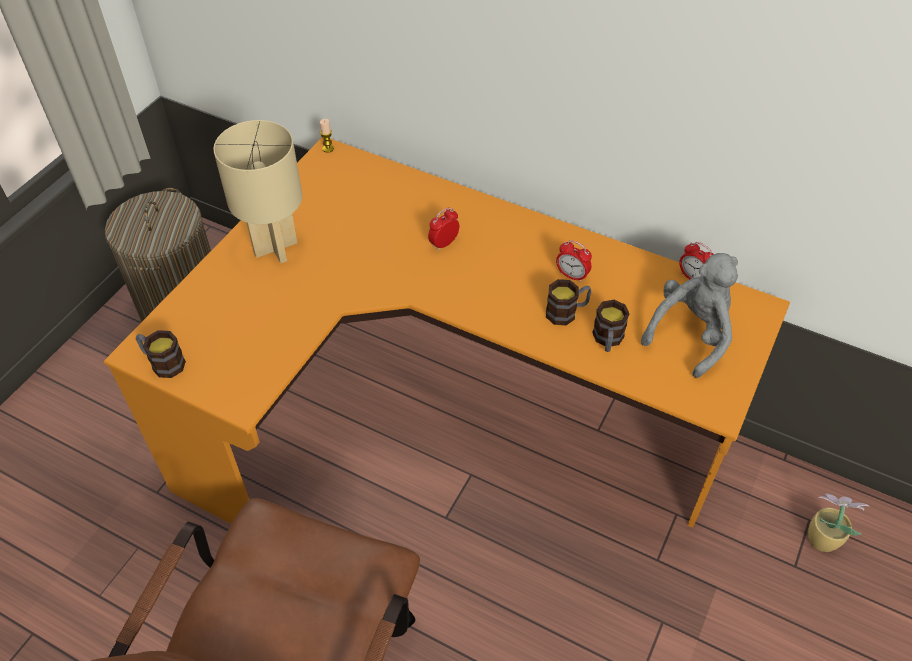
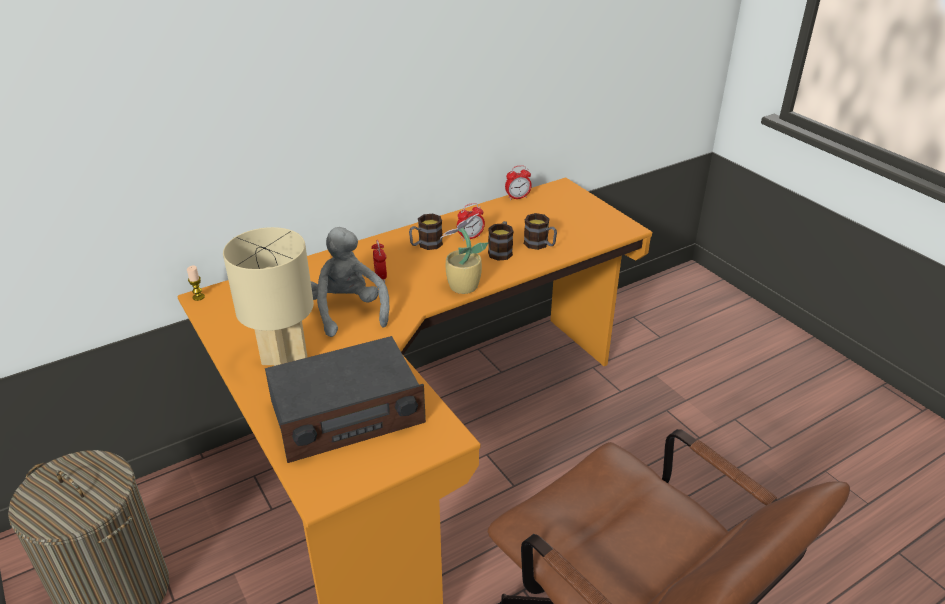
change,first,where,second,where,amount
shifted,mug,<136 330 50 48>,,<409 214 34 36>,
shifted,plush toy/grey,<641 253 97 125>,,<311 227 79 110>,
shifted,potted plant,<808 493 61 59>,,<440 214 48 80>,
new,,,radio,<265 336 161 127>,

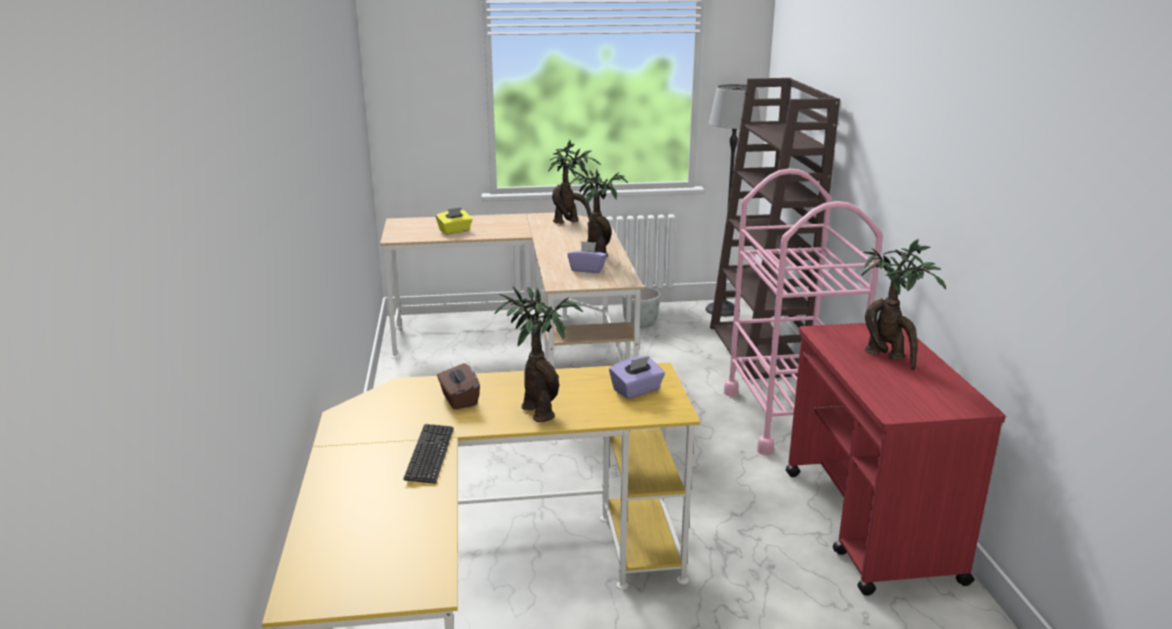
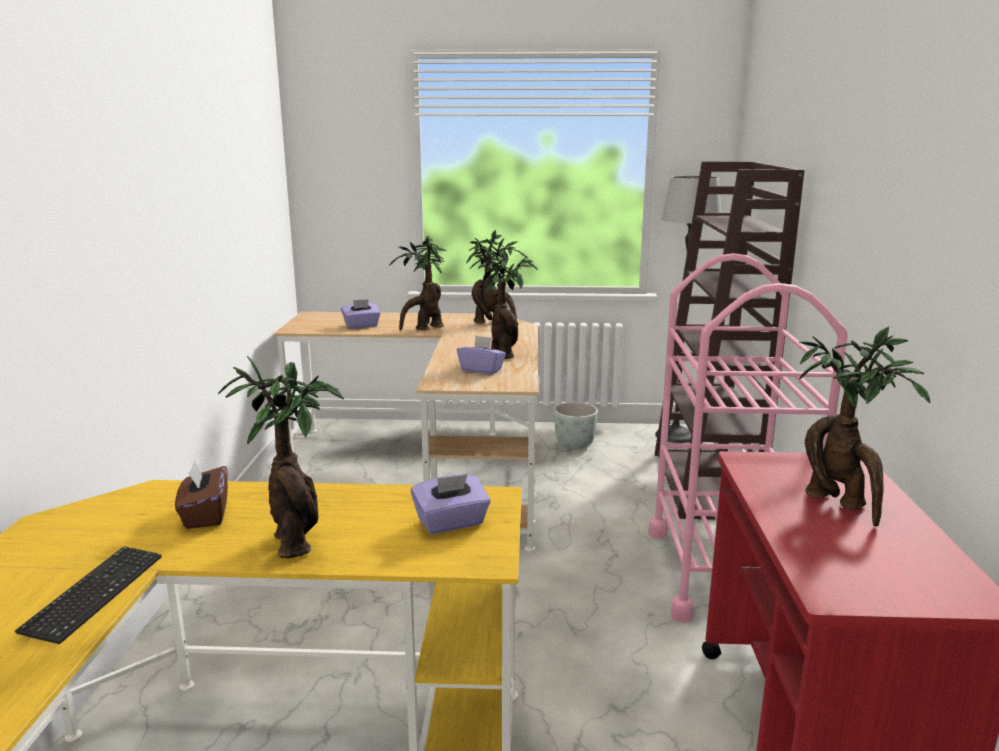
change,first,where,second,where,amount
repainted,tissue box/yellow,<436 207 36 28>,tissue box/purple,<341 299 40 29>,
new,,,potted plant,<389 236 57 95>,

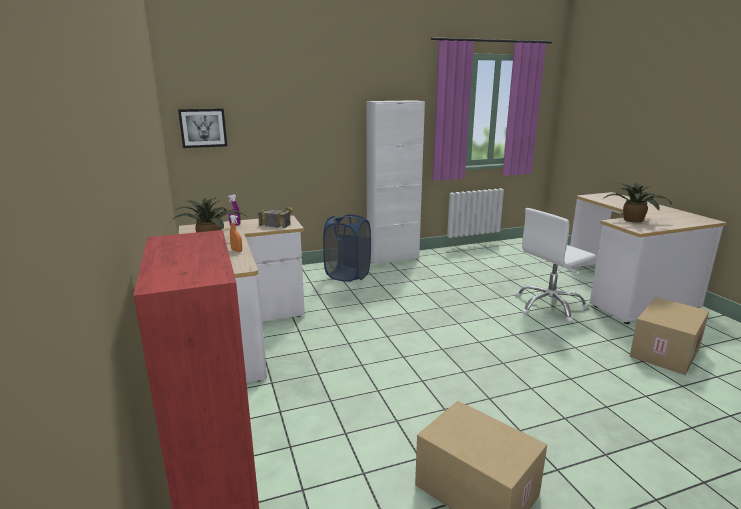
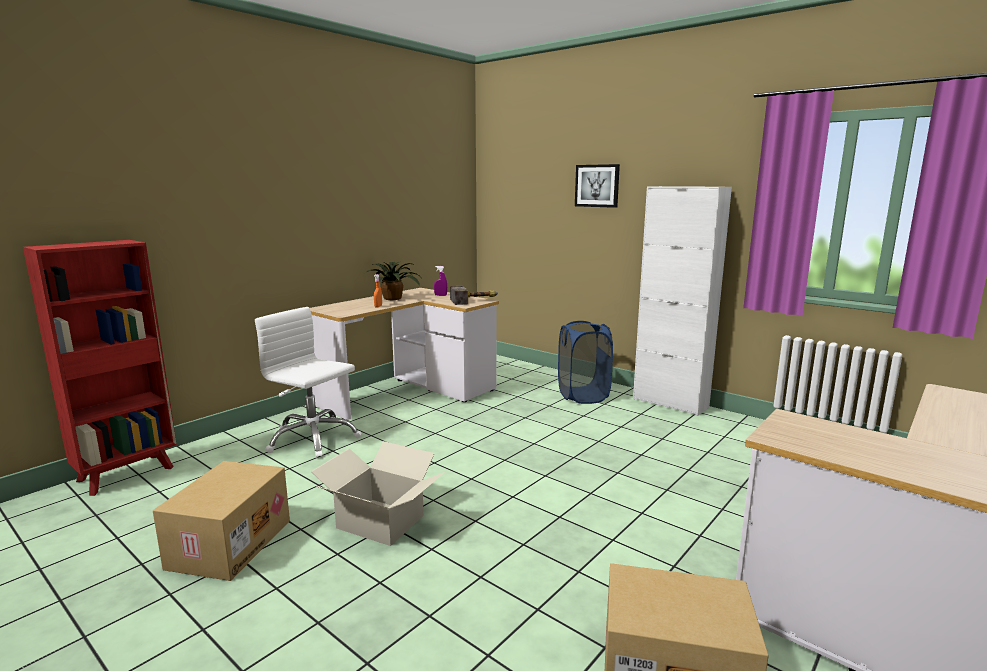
change,first,where,second,where,amount
shifted,picture,<178 109 49 39>,,<575 164 45 44>,
shifted,office chair/white,<515 208 81 115>,,<255 307 106 151>,
gone,potted plant,<602 182 70 41>,,,
new,,,cardboard box,<311 441 134 105>,

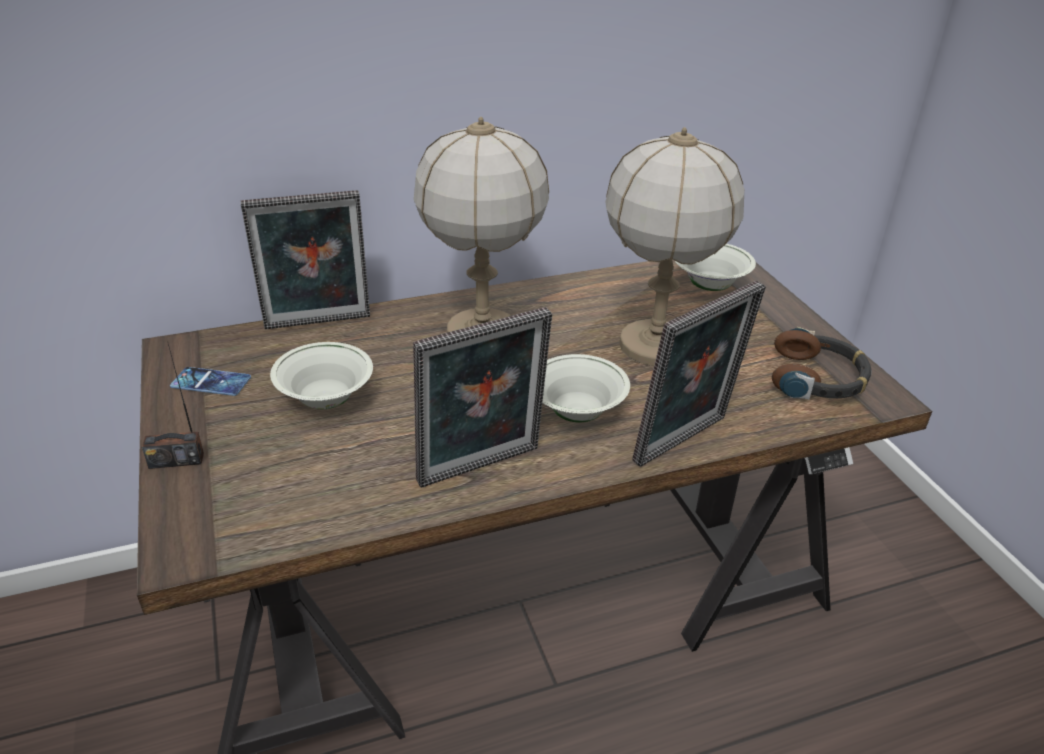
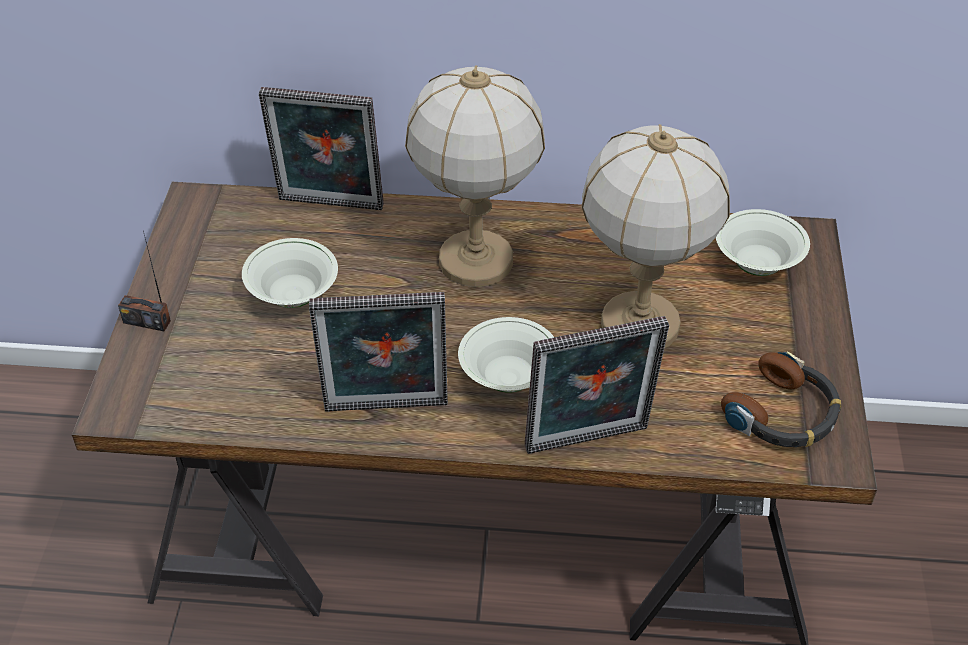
change,first,where,second,where,amount
gone,phone,<170 367 81 29>,,,

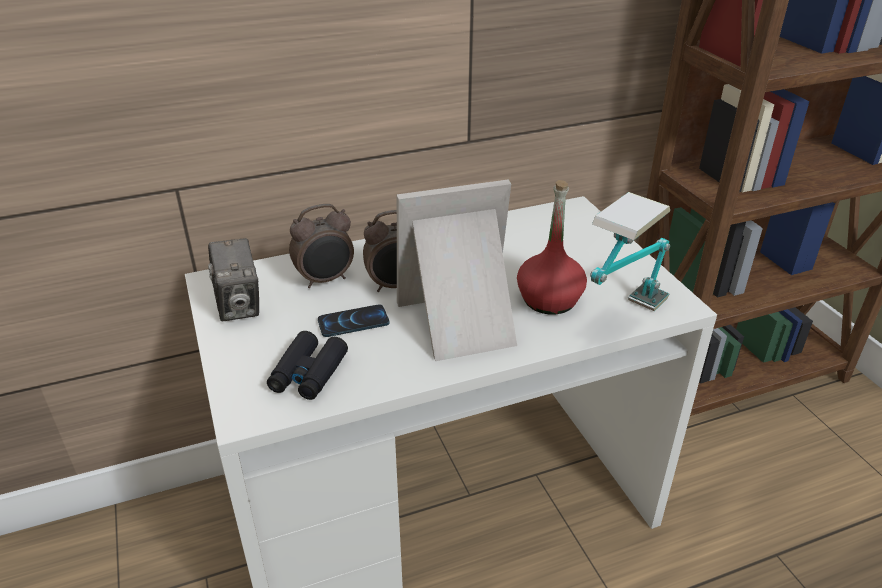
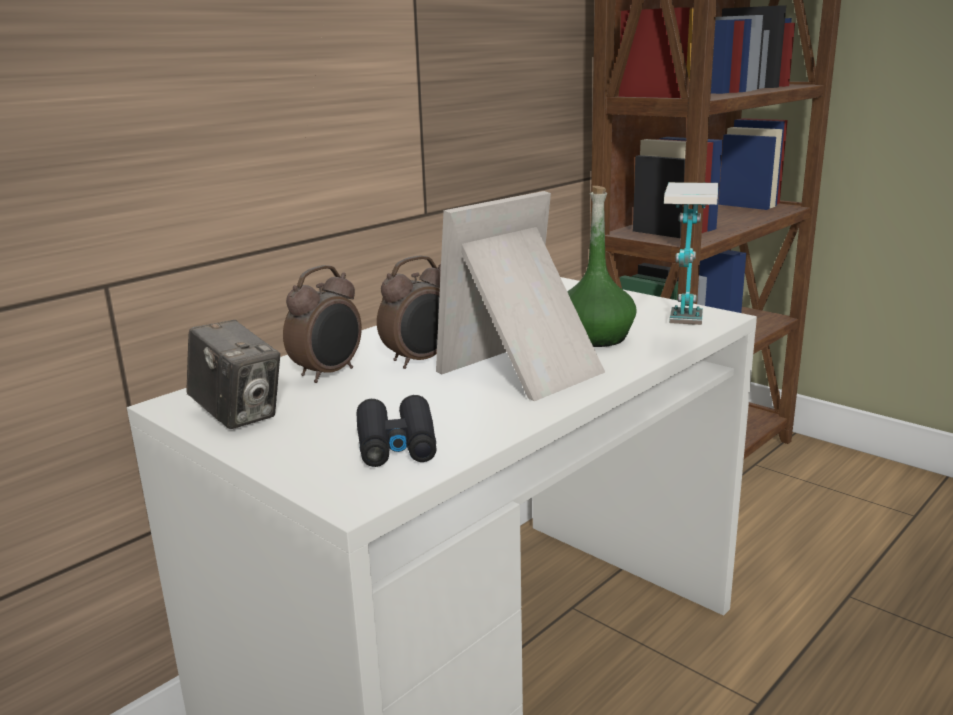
change,first,where,second,where,amount
gone,phone,<318 304 71 33>,,,
repainted,bottle/red,<517 180 70 135>,bottle/green,<567 186 70 161>,

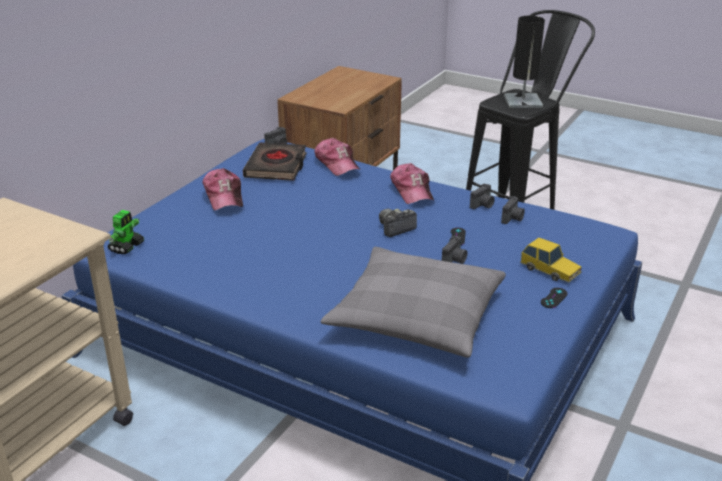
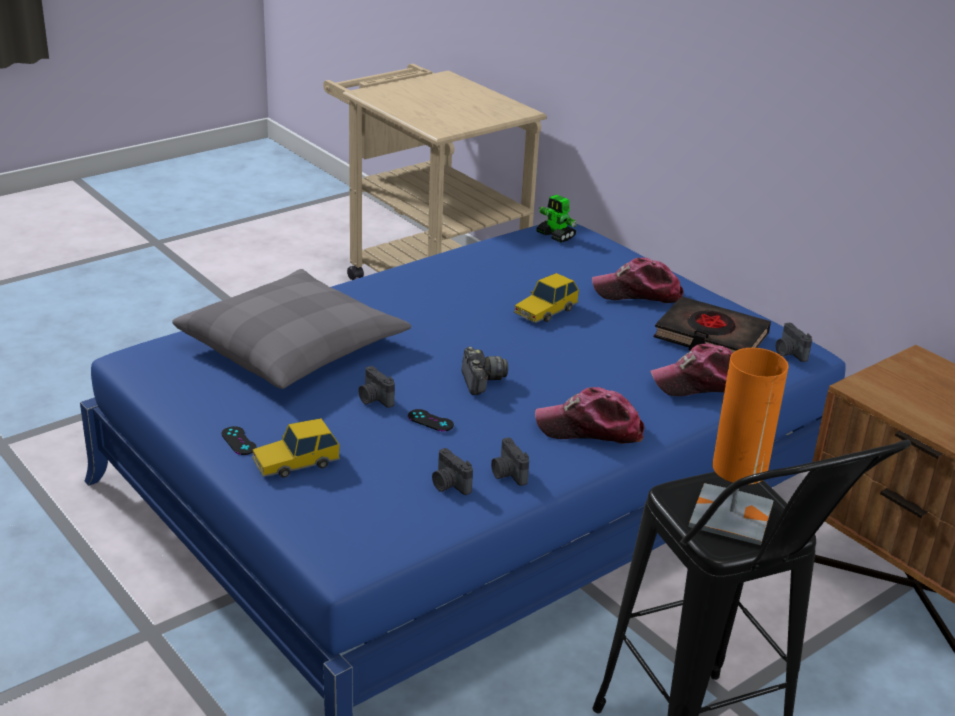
change,first,where,second,where,amount
repainted,table lamp/black,<504 16 41 92>,table lamp/orange,<689 348 100 197>,
new,,,toy car,<513 273 66 50>,

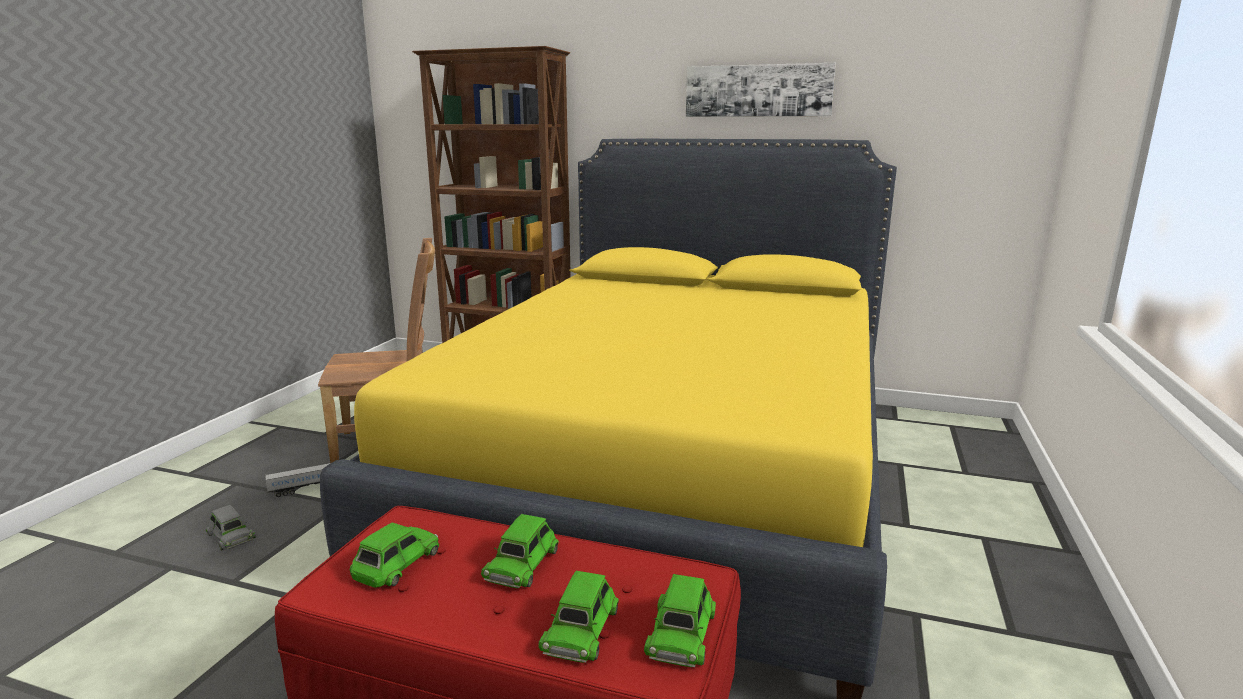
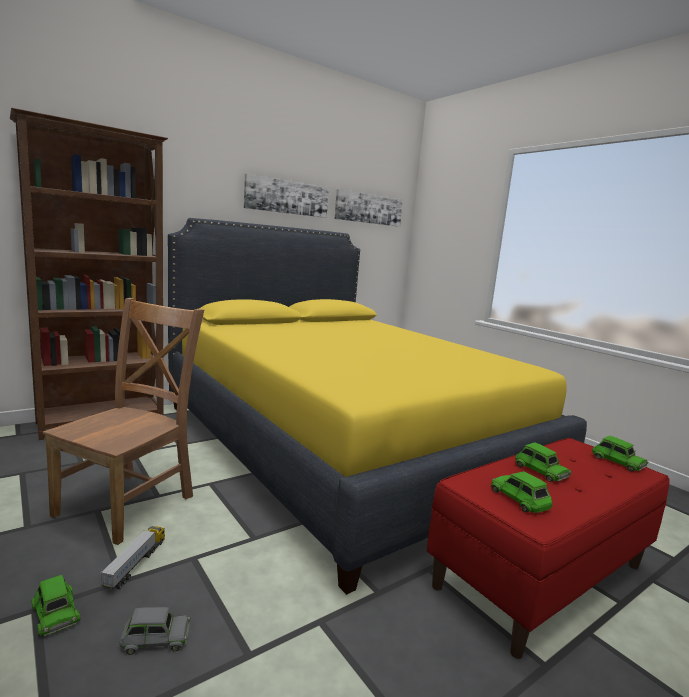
change,first,where,second,where,amount
shifted,toy car/green,<538 571 81 92>,,<31 575 49 61>,
new,,,picture,<335 189 68 38>,

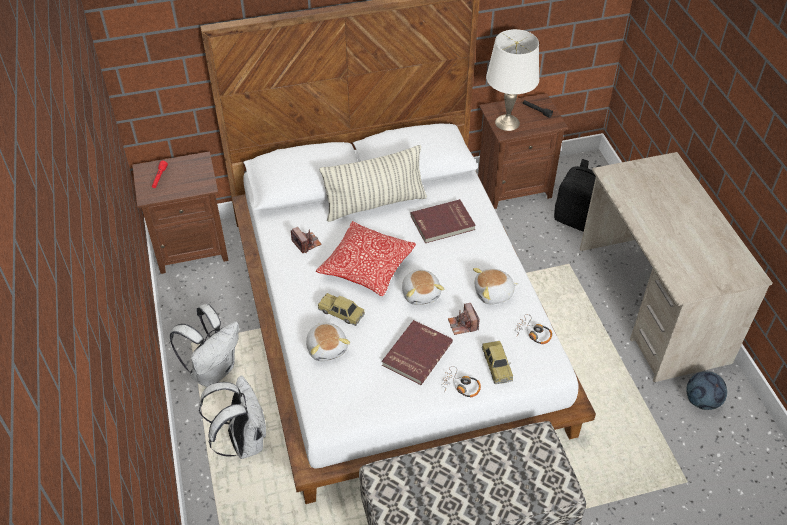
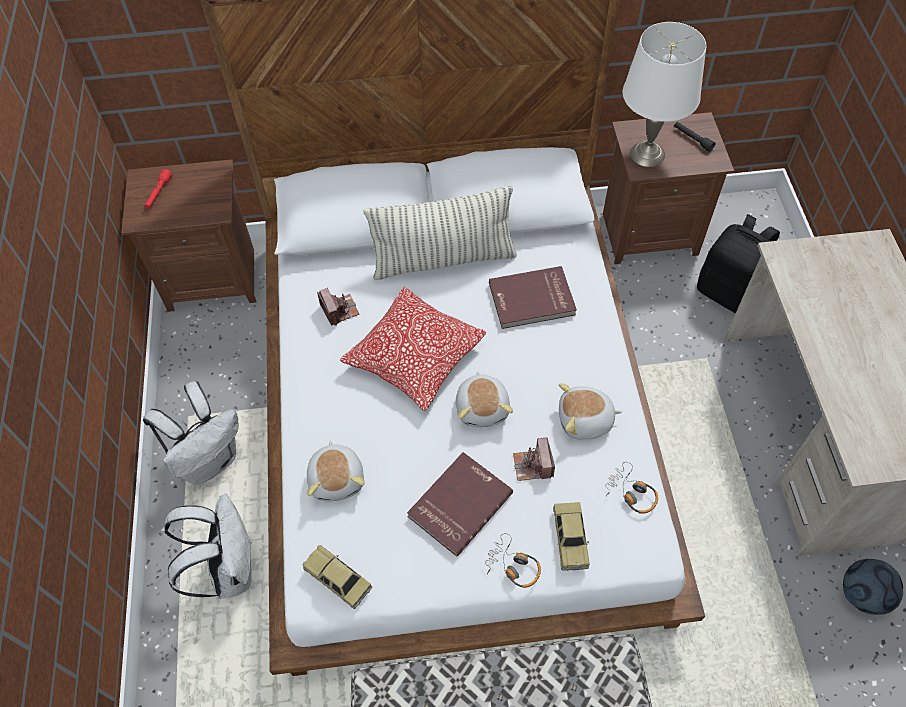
change,first,where,second,where,amount
shifted,toy car,<318 293 47 33>,,<303 545 69 64>,

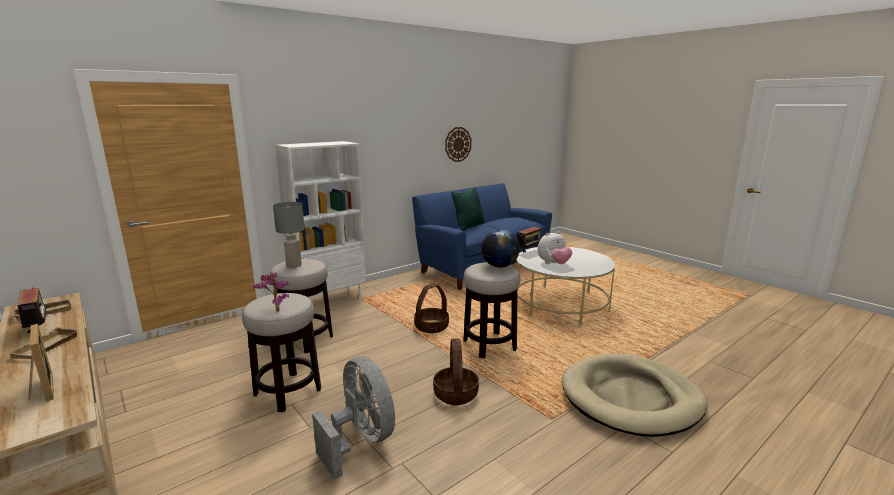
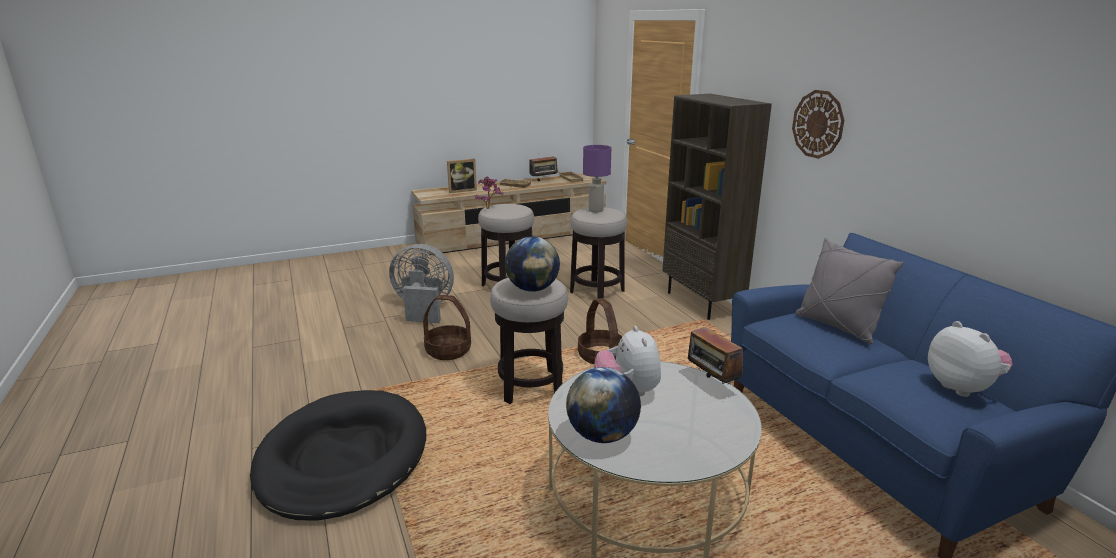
change,first,where,second,where,amount
repainted,table lamp/grey,<273 202 32 66>,table lamp/purple,<583 145 28 67>,
repainted,bookcase/white,<275 141 91 158>,bookcase/brown,<663 94 109 226>,
rotated,fan/grey,<312 356 83 124>,,<389 244 65 79>,150 degrees counterclockwise
shifted,wall clock,<445 127 26 35>,,<792 90 52 69>,
repainted,pillow/green,<451 187 34 44>,pillow/grey,<795 238 109 106>,
repainted,dog bed/beige,<562 353 145 84>,dog bed/black,<250 390 176 131>,
new,,,globe,<566 367 75 76>,
new,,,plush toy,<928 321 85 76>,

